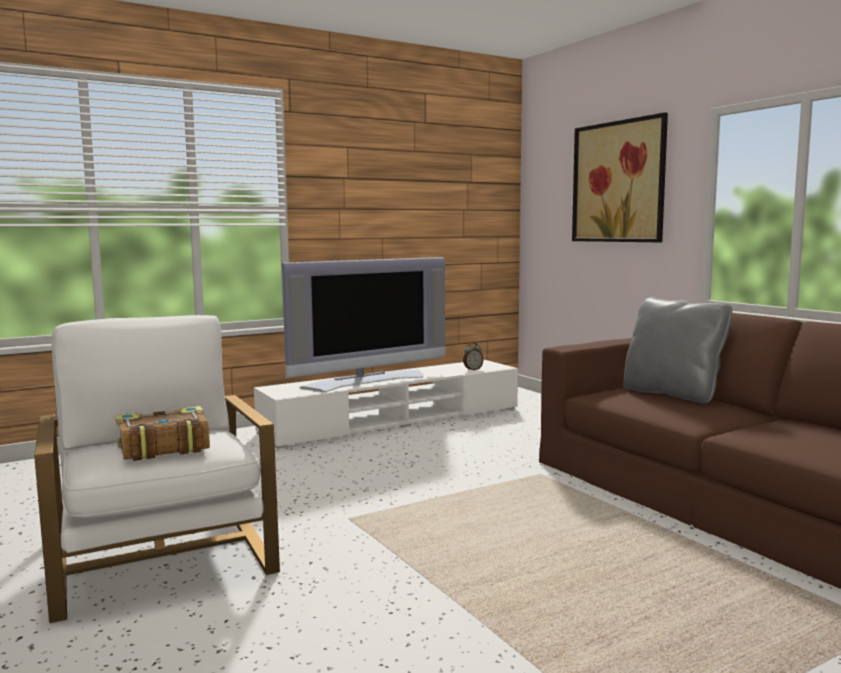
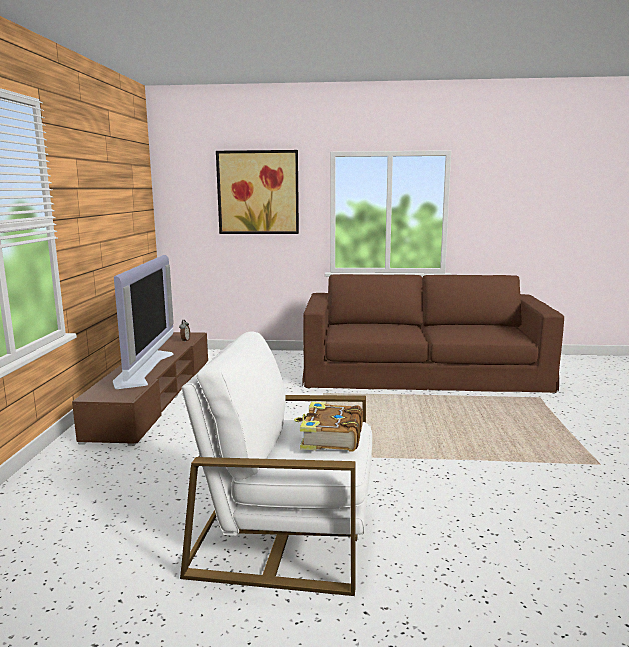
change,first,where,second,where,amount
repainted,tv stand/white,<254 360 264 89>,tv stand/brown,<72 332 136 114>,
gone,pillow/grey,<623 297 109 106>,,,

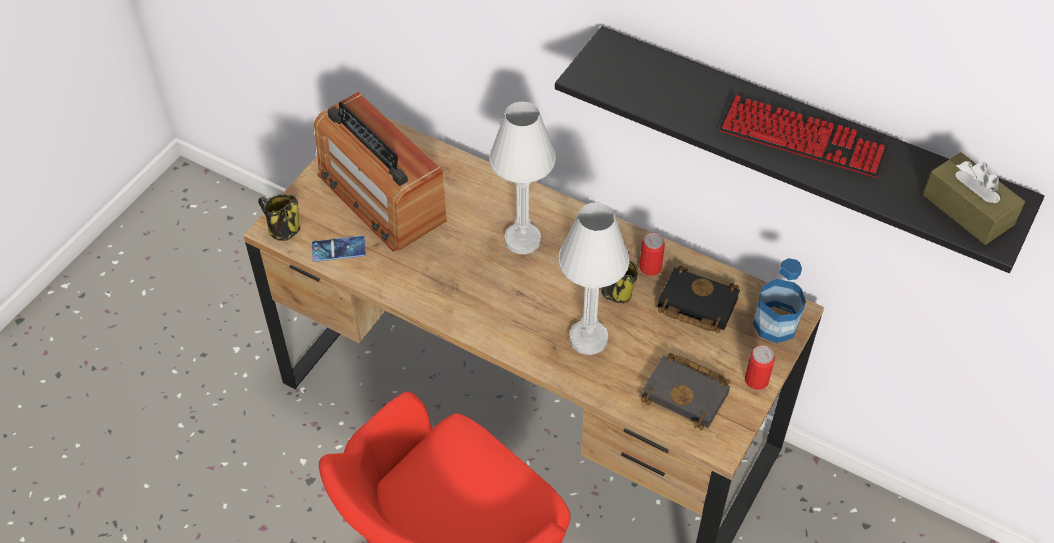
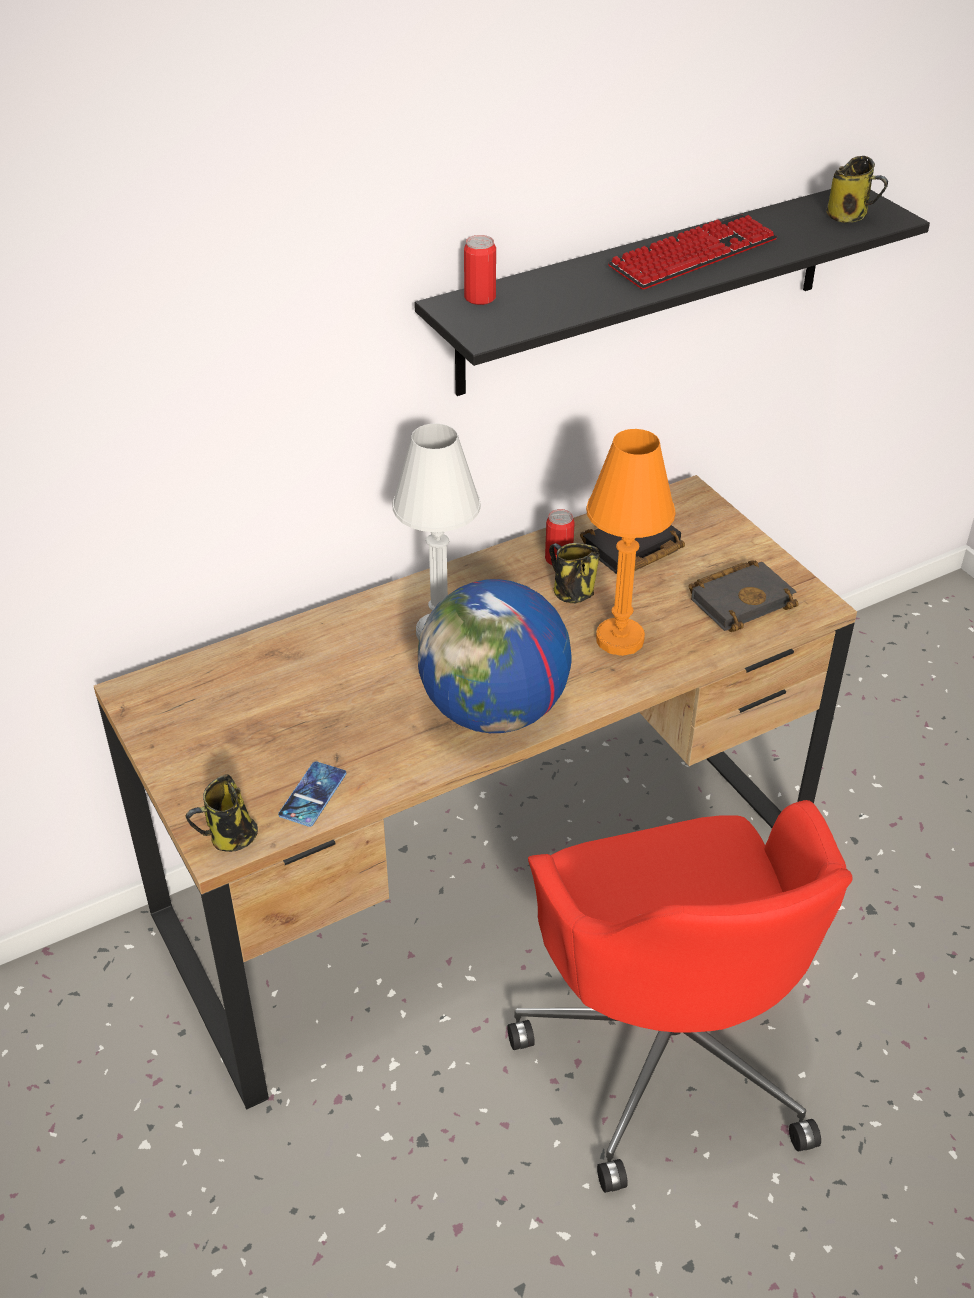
change,first,where,second,where,amount
gone,radio,<314 92 133 160>,,,
repainted,table lamp/white,<558 203 72 152>,table lamp/orange,<586 429 90 227>,
shifted,can,<745 345 30 45>,,<464 235 32 70>,
gone,bottle,<753 258 53 85>,,,
swapped,tissue box/brown,<923 152 102 93>,mug,<826 156 62 67>,
new,,,globe,<418 579 154 154>,

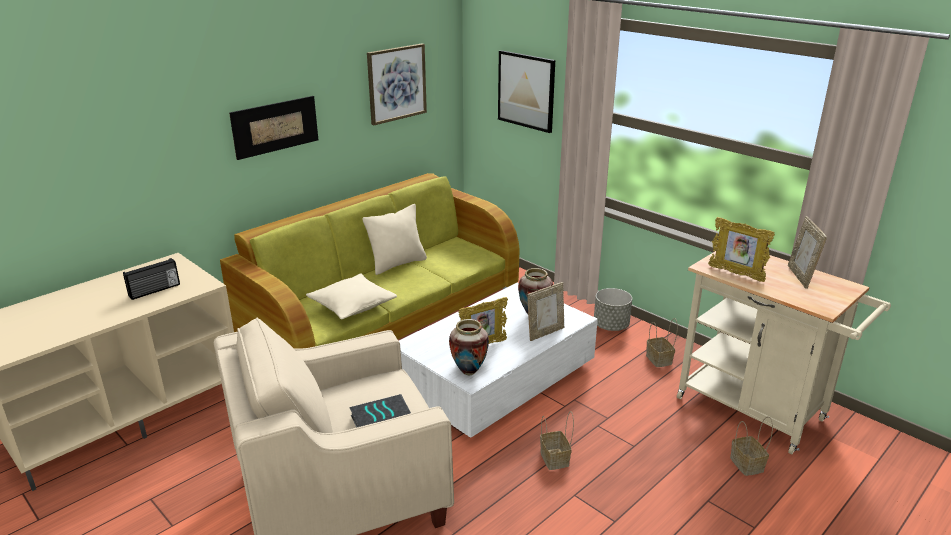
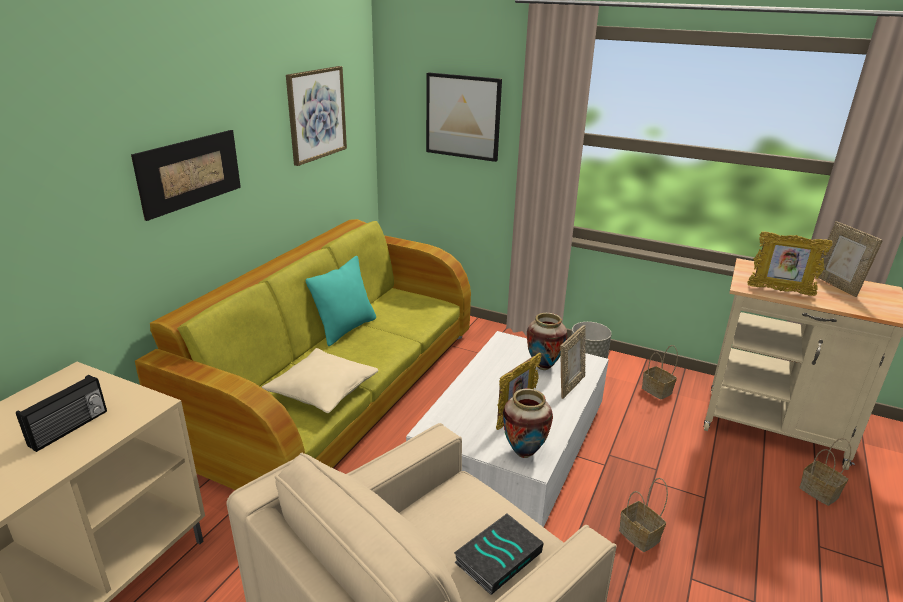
change,first,where,second,where,amount
repainted,pillow/beige,<362 204 65 71>,pillow/turquoise,<306 256 70 90>,

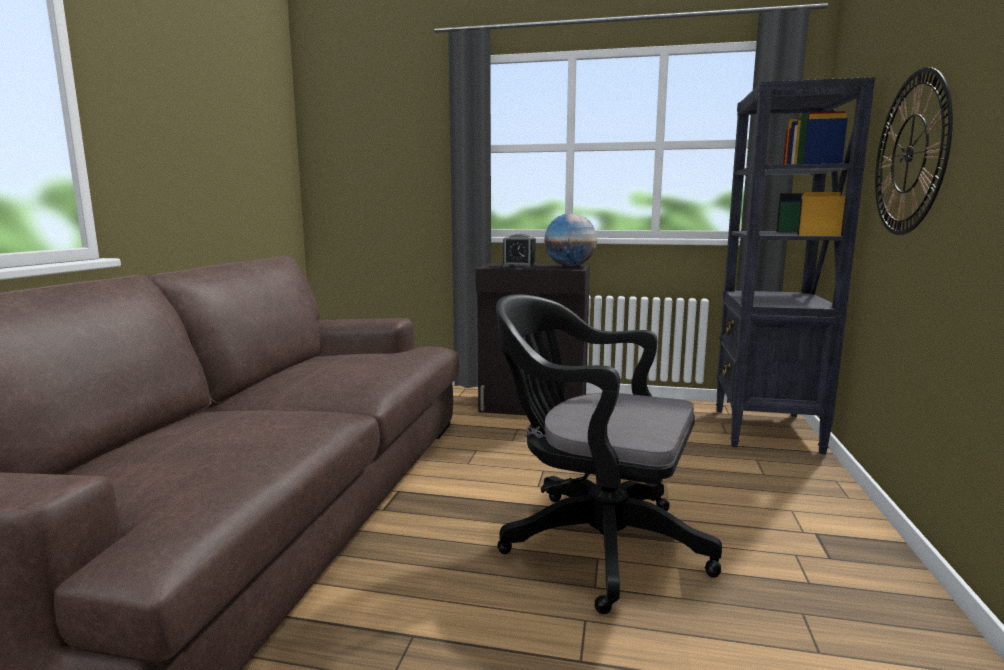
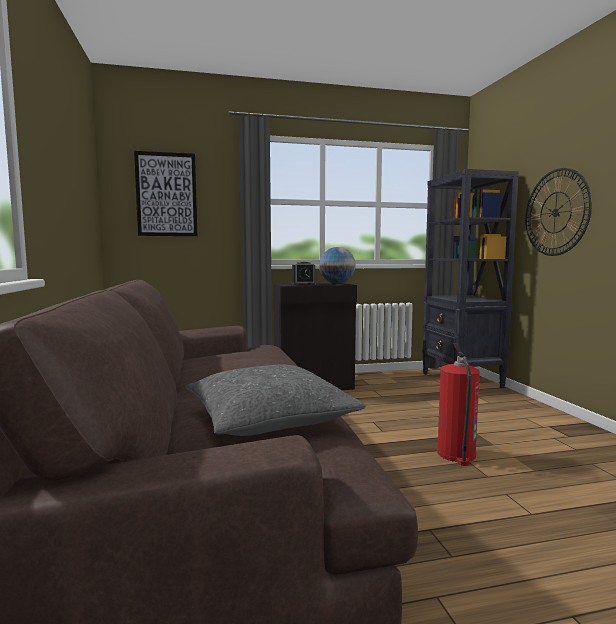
change,first,where,second,where,amount
swapped,office chair/black,<496 294 226 320>,fire extinguisher,<437 343 43 123>,
new,,,picture,<134 151 64 85>,
new,,,pillow/grey,<186 365 180 71>,

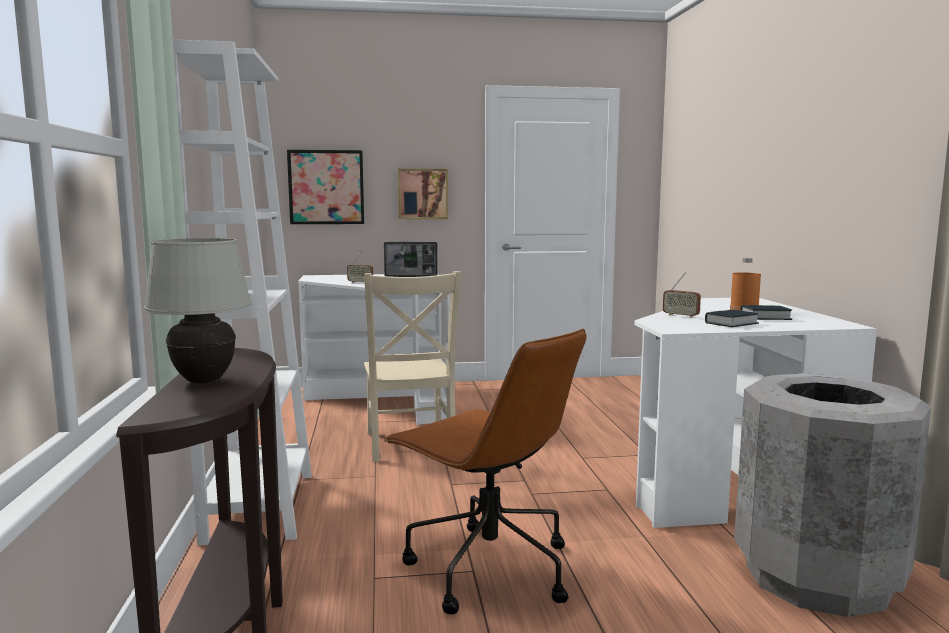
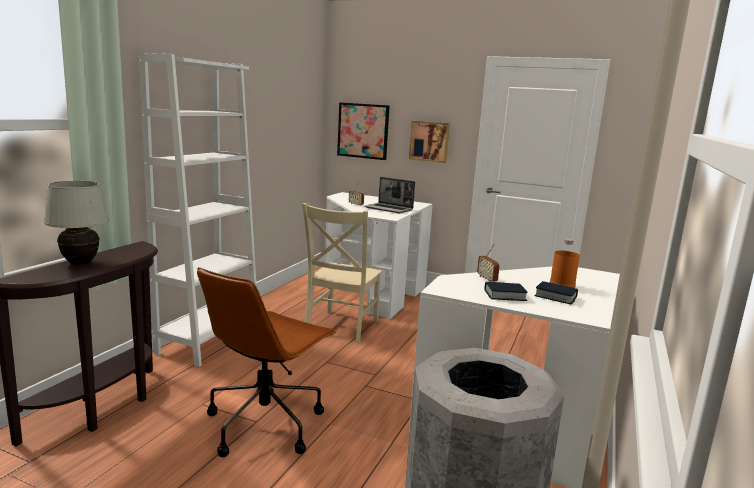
change,first,where,second,where,amount
rotated,office chair/brown,<384 328 202 287>,,<197 267 139 190>,45 degrees clockwise

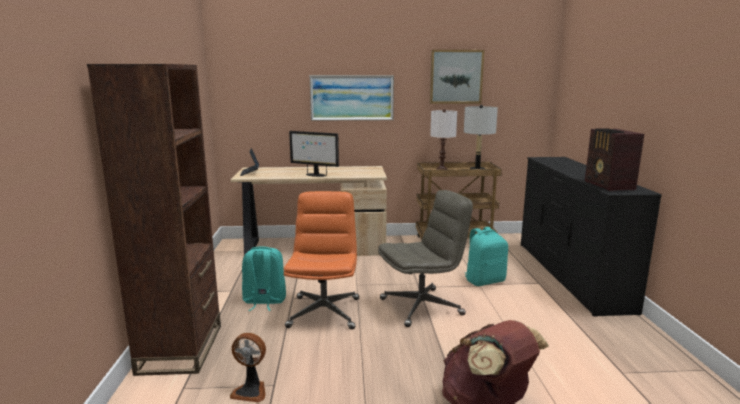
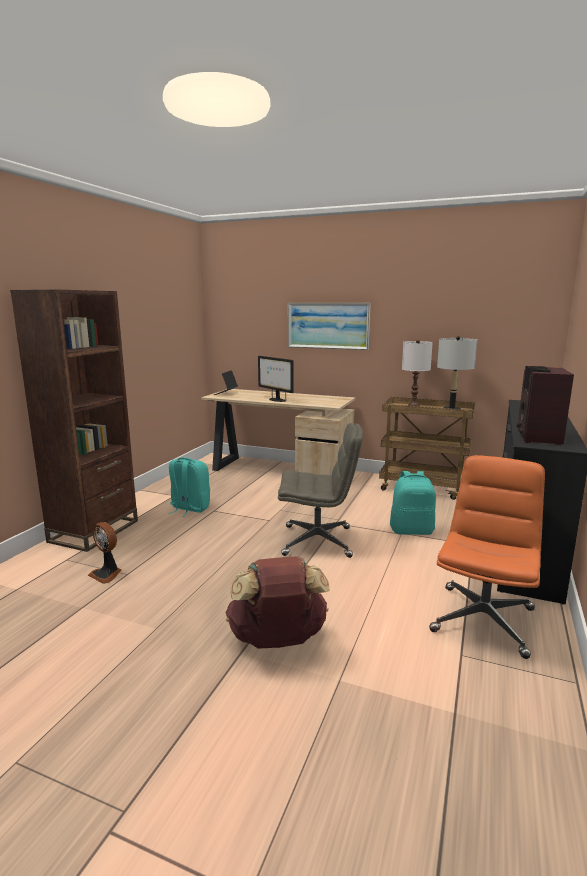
change,first,where,second,where,amount
shifted,office chair/orange,<284 191 75 138>,,<429 455 116 204>,
gone,picture,<430 50 54 54>,,,

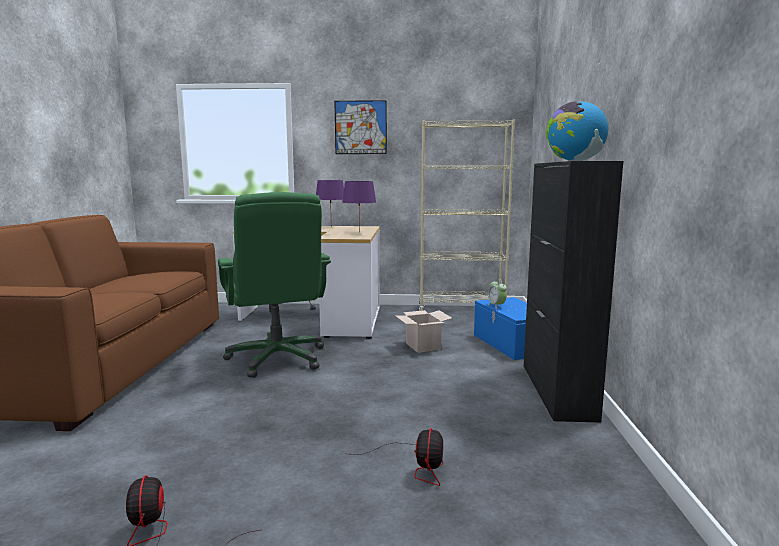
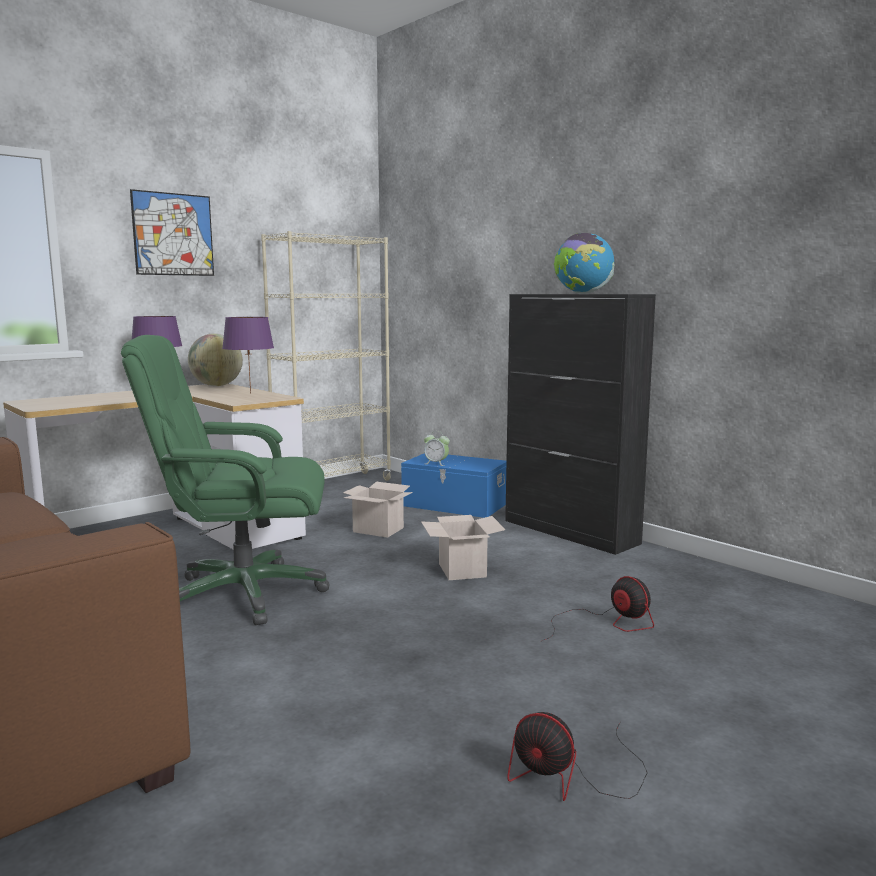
change,first,where,second,where,amount
rotated,office chair/green,<218 192 113 186>,,<121 335 208 290>,150 degrees clockwise
new,,,globe,<188 333 55 53>,
new,,,cardboard box,<421 515 84 65>,

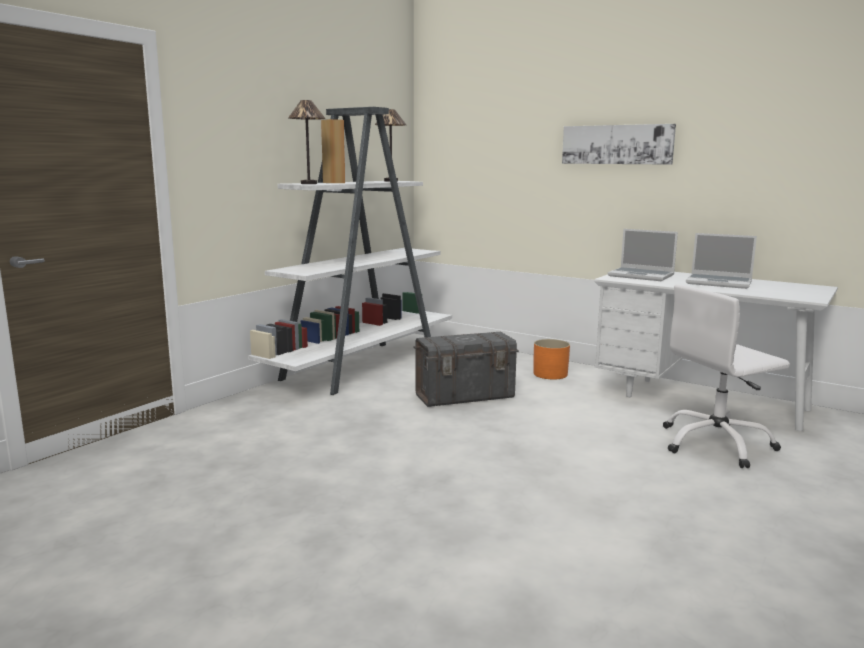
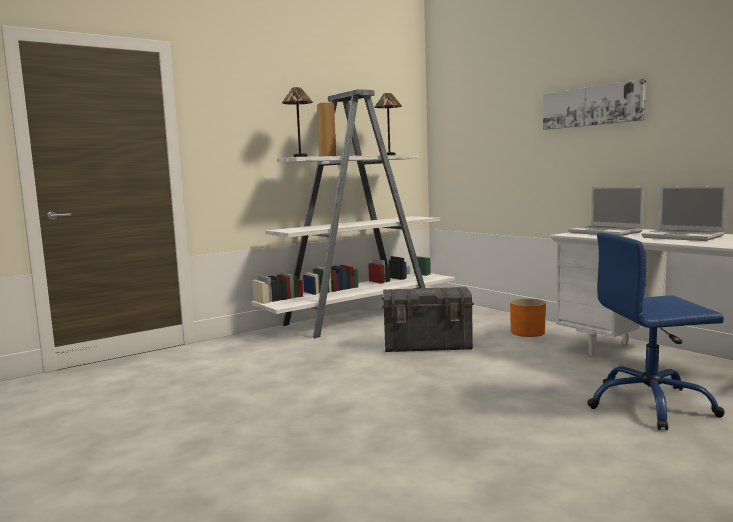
change,first,where,second,where,amount
repainted,office chair/white,<663 285 127 183>,office chair/blue,<587 233 138 197>,

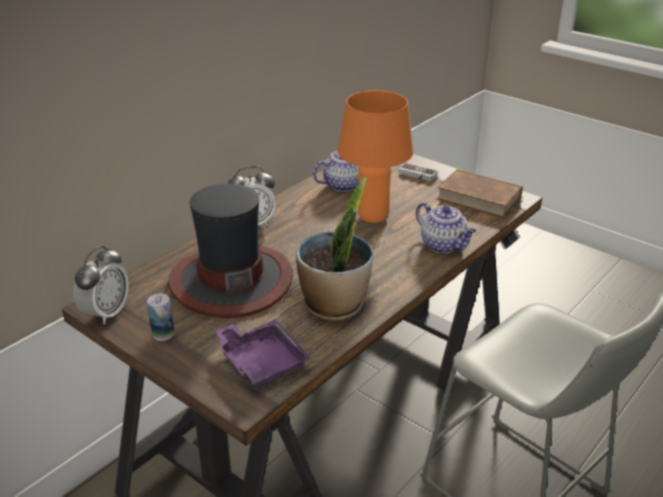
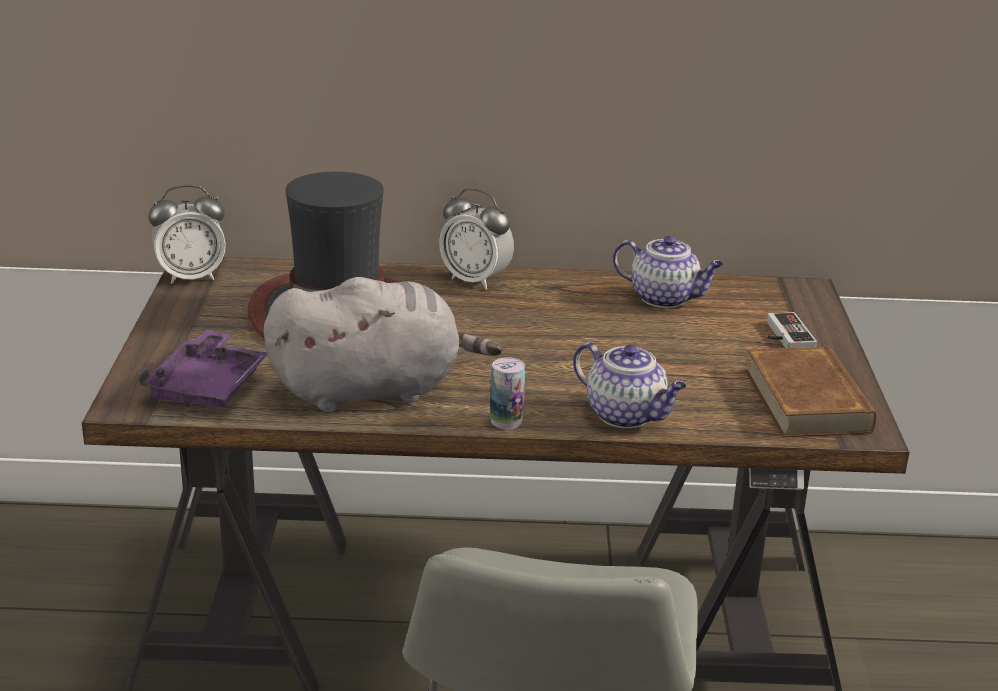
change,first,where,second,where,amount
shifted,can,<147 293 27 48>,,<490 357 35 72>,
swapped,potted plant,<296 177 77 144>,plush toy/grey,<264 277 239 136>,
gone,table lamp/orange,<338 90 75 133>,,,
rotated,teapot,<416 202 60 51>,,<573 342 114 86>,60 degrees counterclockwise

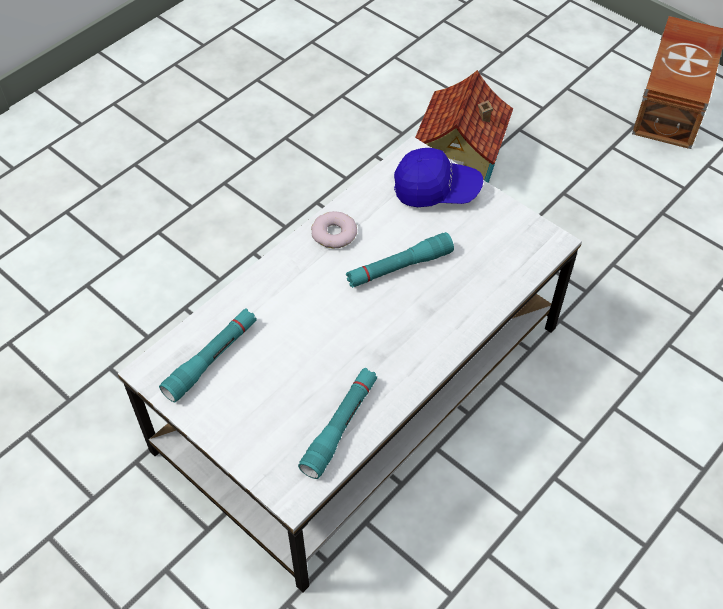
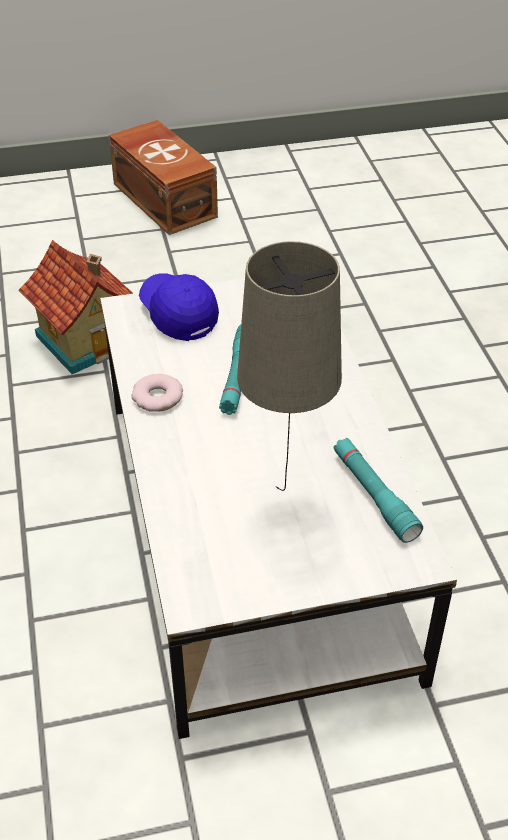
change,first,where,second,where,amount
gone,flashlight/turquoise,<159 308 98 95>,,,
rotated,cap/blue,<394 148 89 59>,,<139 273 80 68>,75 degrees counterclockwise
new,,,table lamp/beige,<237 241 105 250>,

